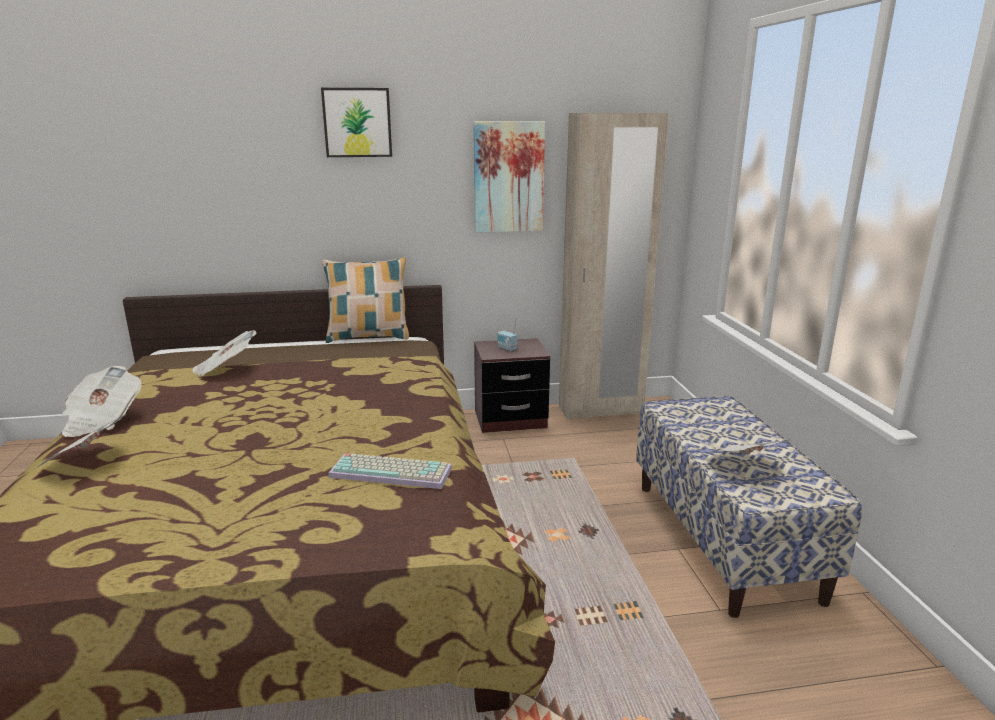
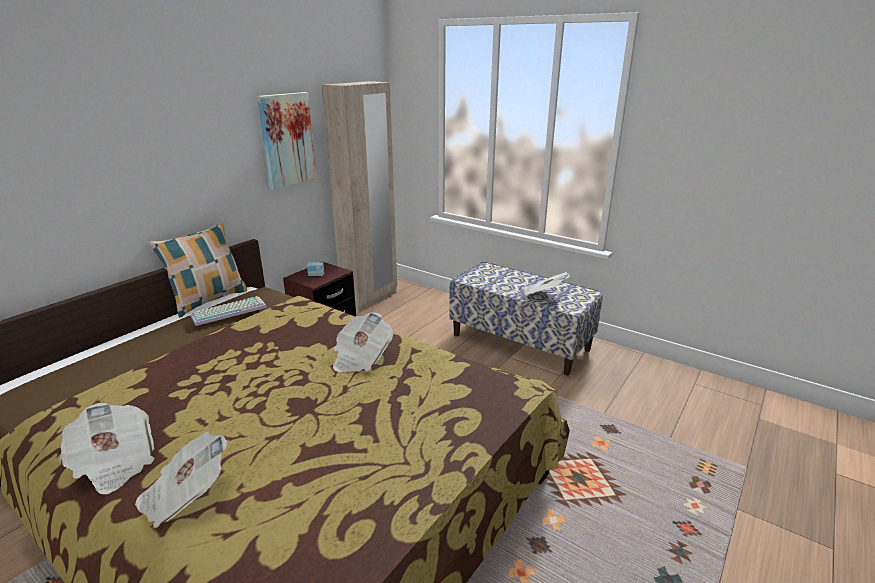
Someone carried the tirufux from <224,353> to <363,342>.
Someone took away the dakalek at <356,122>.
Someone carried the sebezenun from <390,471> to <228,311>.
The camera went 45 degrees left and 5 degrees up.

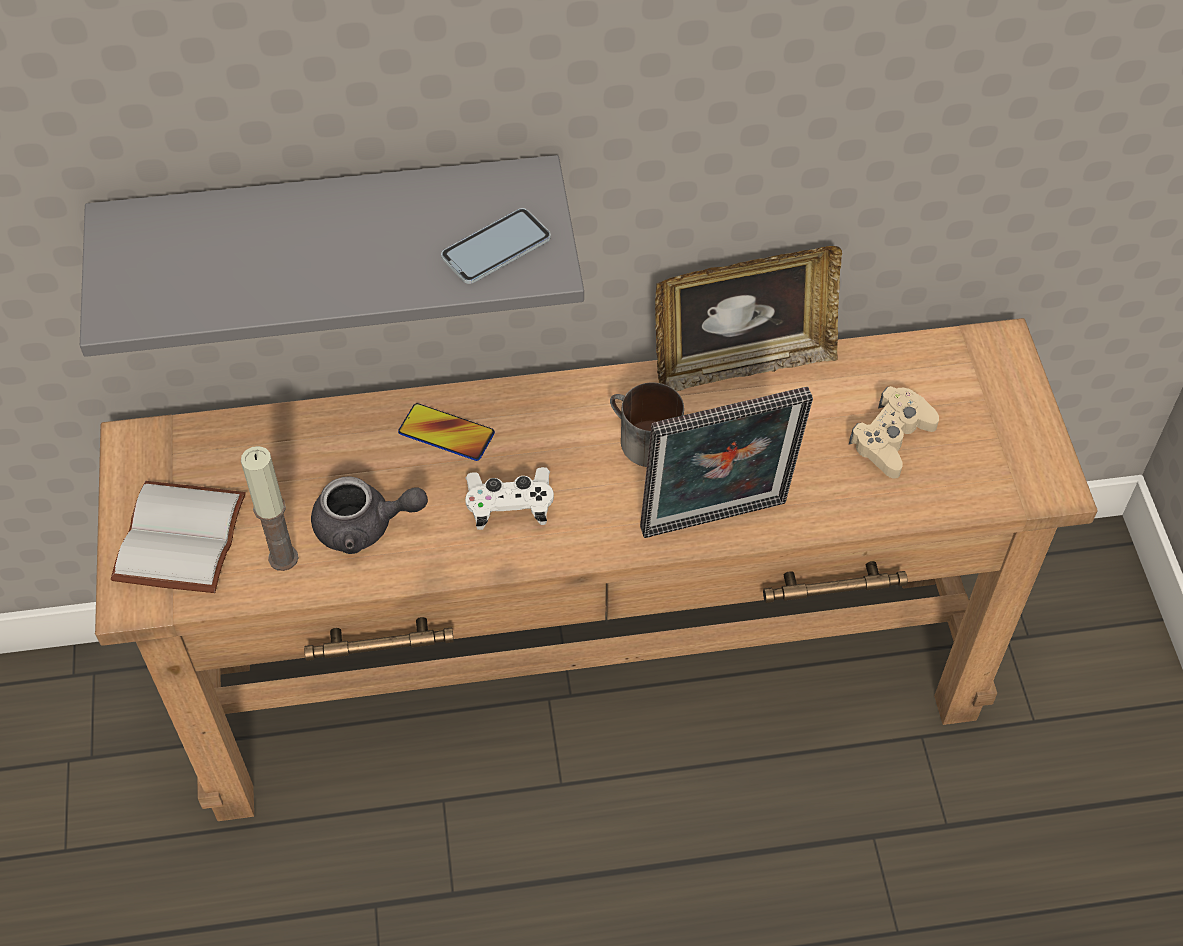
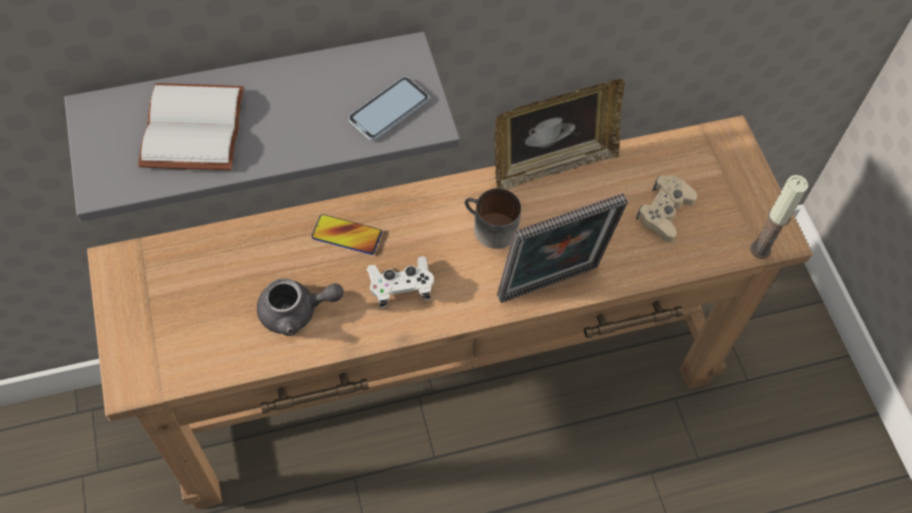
Someone carried the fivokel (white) from <178,537> to <191,126>.
Someone carried the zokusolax from <269,508> to <779,217>.
The camera went 10 degrees left and 5 degrees up.

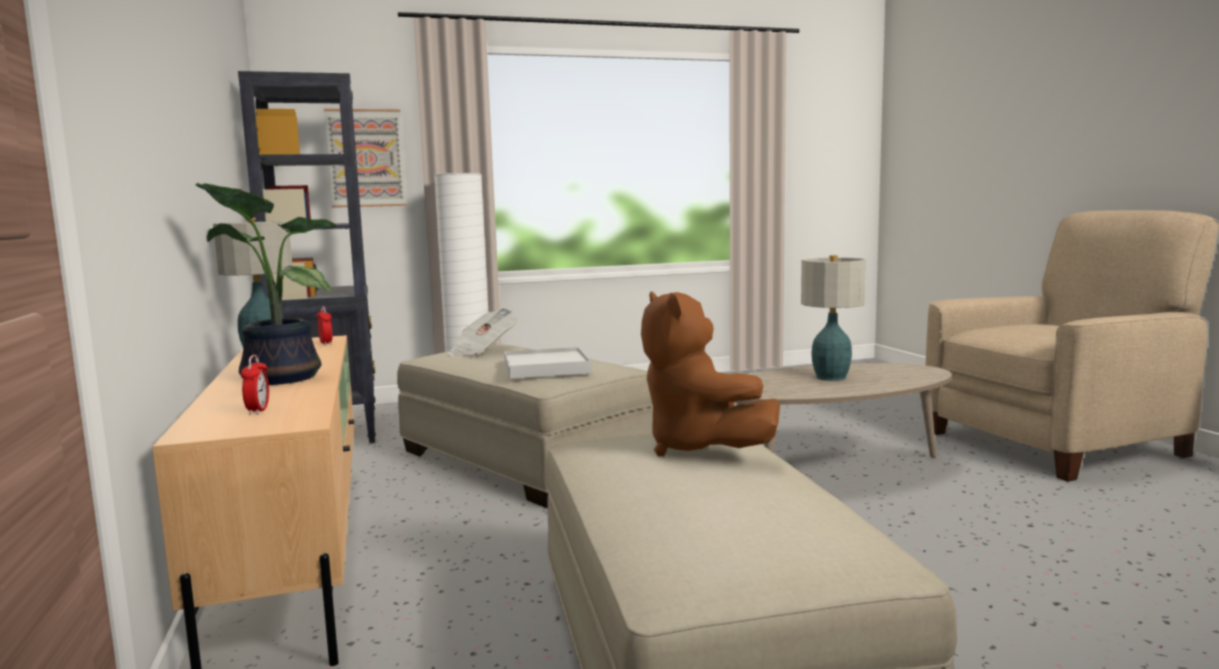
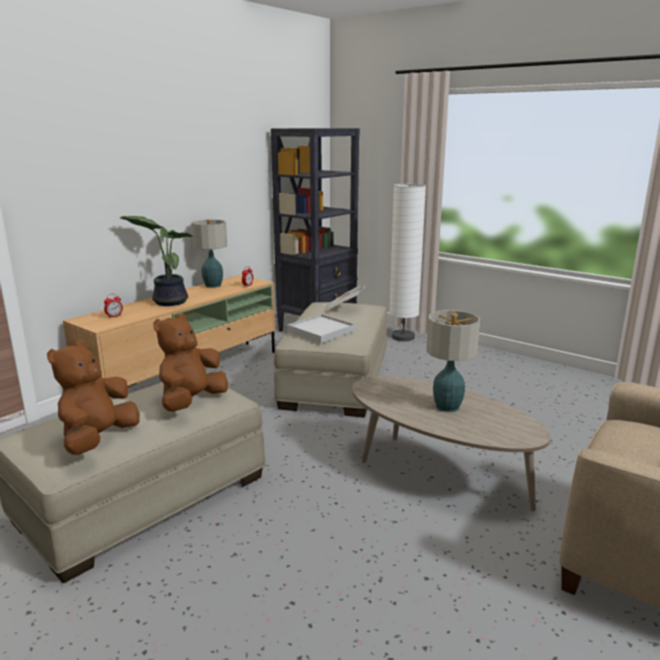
Someone took away the dakalek at <365,158>.
Someone put down the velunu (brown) at <93,397>.
The camera went 55 degrees right and 10 degrees up.

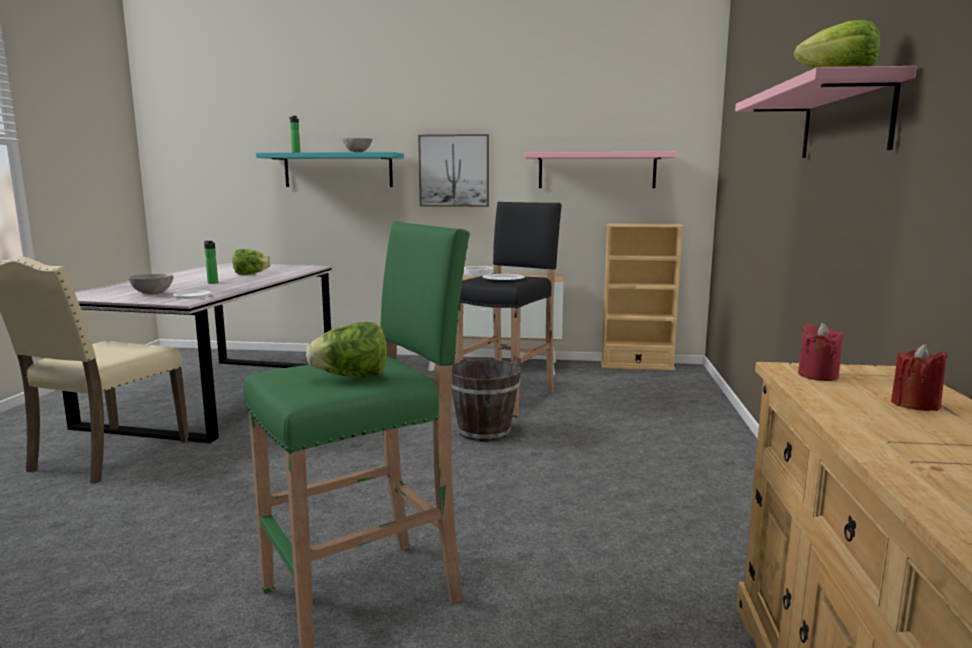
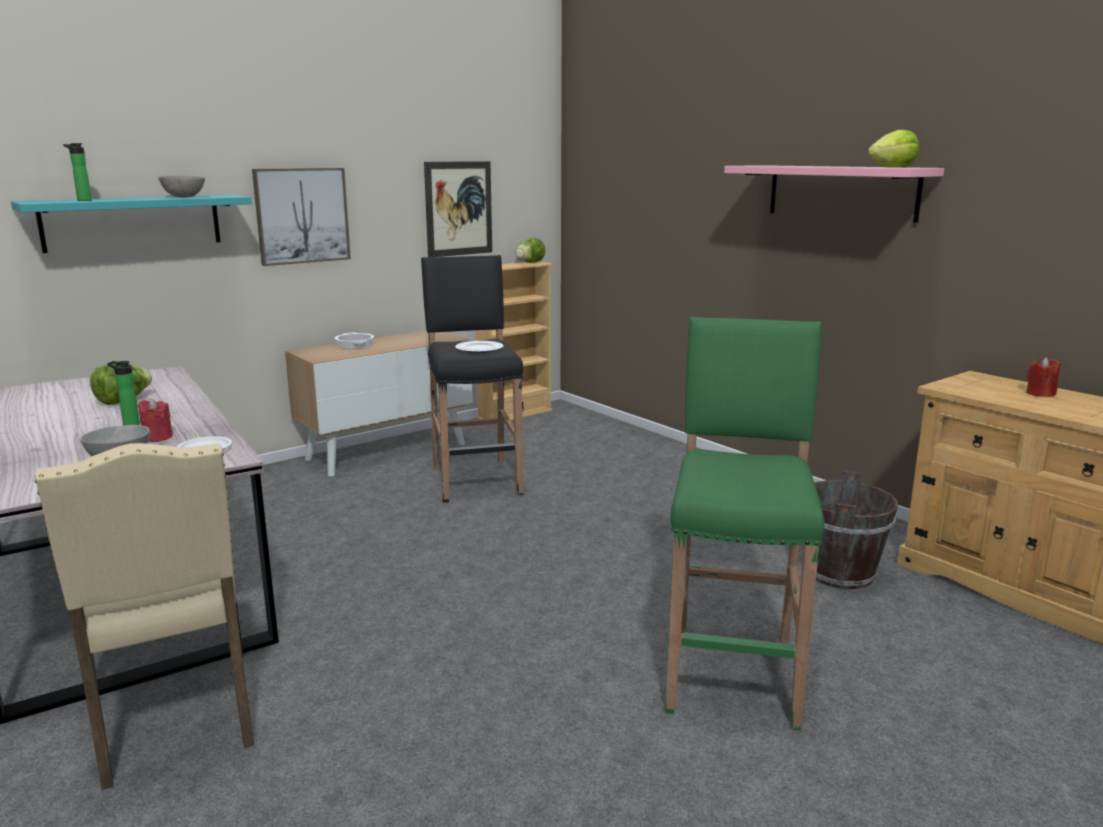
Someone carried the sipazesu from <346,350> to <530,250>.
Someone carried the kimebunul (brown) from <486,399> to <856,530>.
Someone swapped the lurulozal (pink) at <600,170> for the dakalek at <458,209>.
Someone carried the zokusolax (red) from <820,352> to <155,420>.
The camera went 45 degrees left and 5 degrees up.

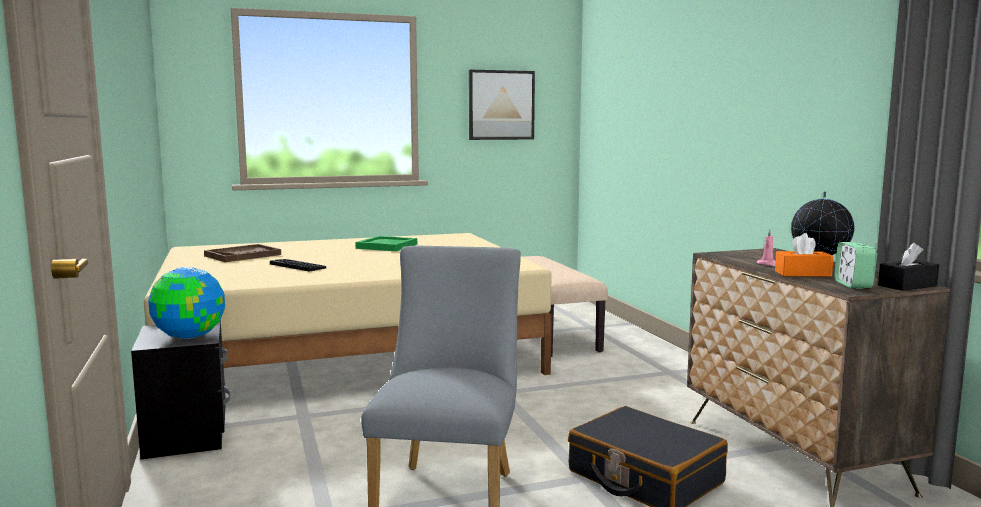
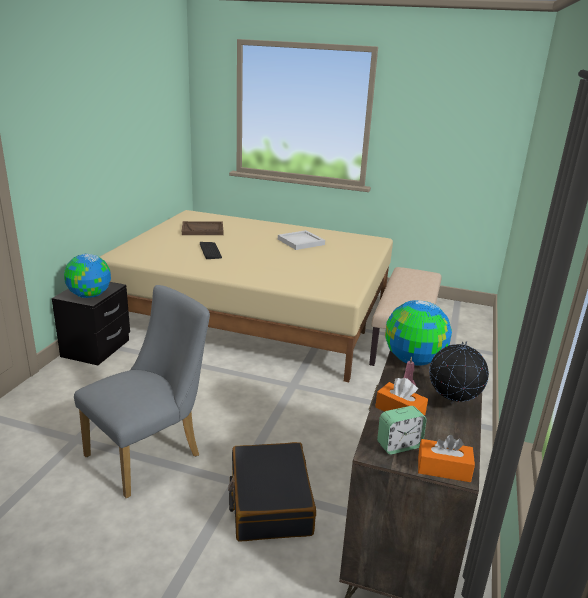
Someone repainted the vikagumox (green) at <386,243>, which became the vikagumox (white) at <301,240>.
Someone took away the dakalek at <502,105>.
Someone rotated the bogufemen at <855,265> by 150 degrees counterclockwise.
Someone repainted the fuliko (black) at <908,266>, which became the fuliko (orange) at <446,458>.
Someone put down the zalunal at <418,333>.
The camera went 35 degrees right and 15 degrees up.

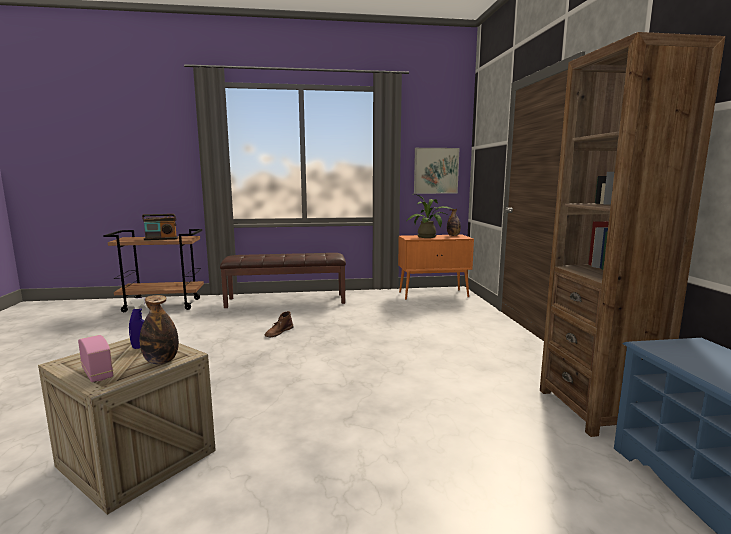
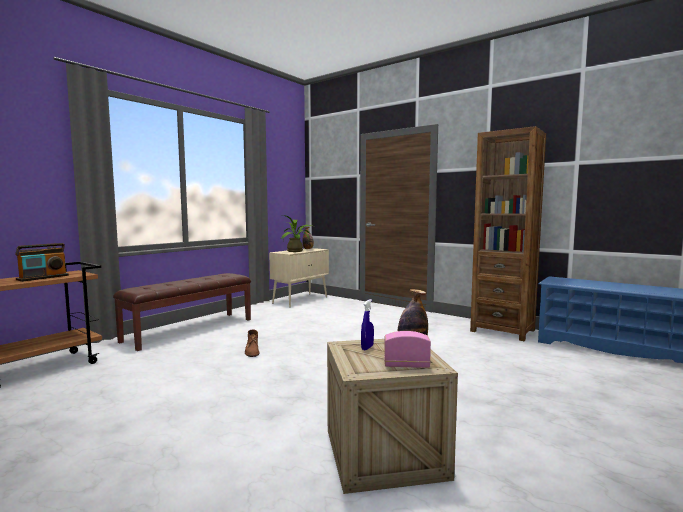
Someone repainted the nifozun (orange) at <436,267>, which became the nifozun (beige) at <299,277>.
Someone took away the dakalek at <437,171>.
The camera went 45 degrees left and 5 degrees down.

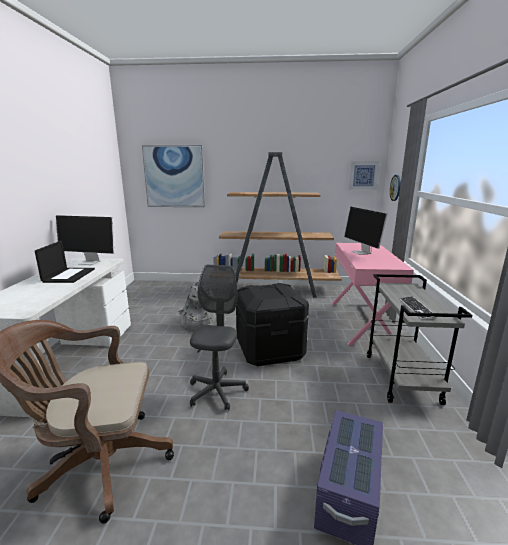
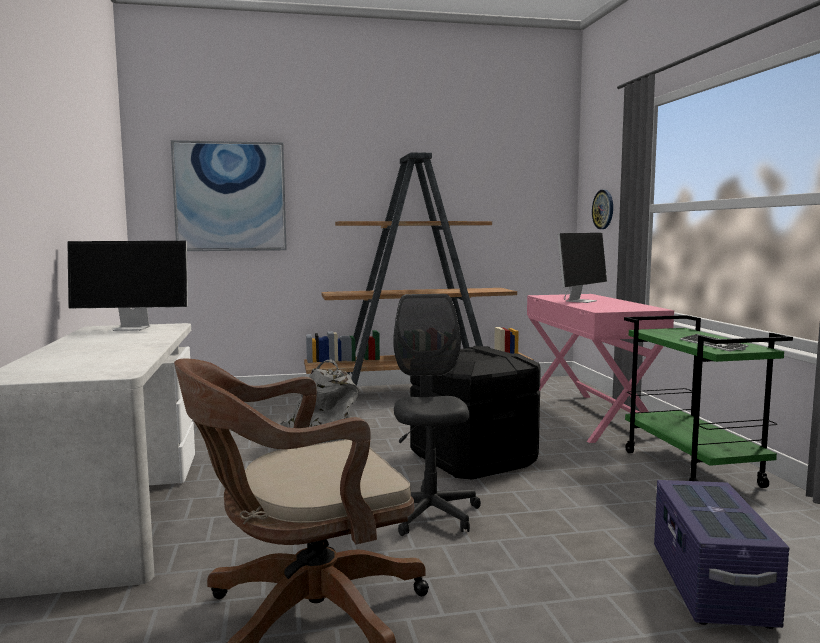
Someone took away the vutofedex at <65,262>.
Someone rotated the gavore at <366,231> by 105 degrees counterclockwise.
Someone took away the dakalek at <364,175>.
Someone repainted the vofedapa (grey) at <420,339>, which became the vofedapa (green) at <708,401>.
The camera went 15 degrees left and 10 degrees down.

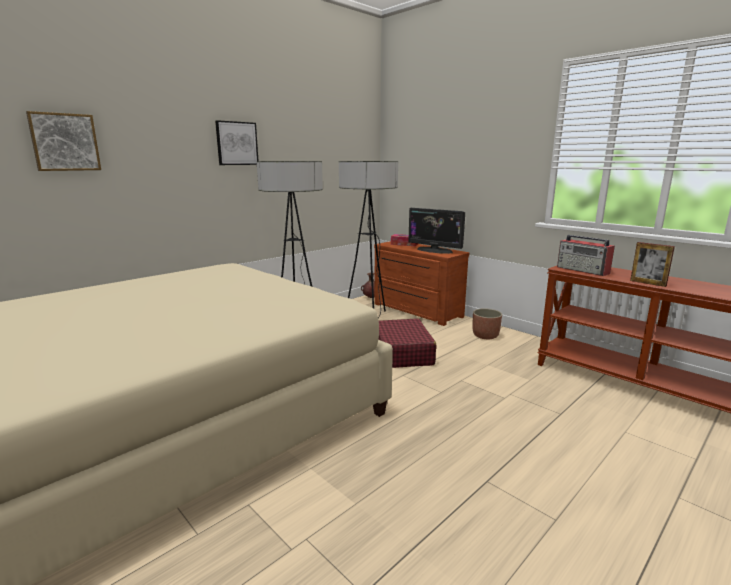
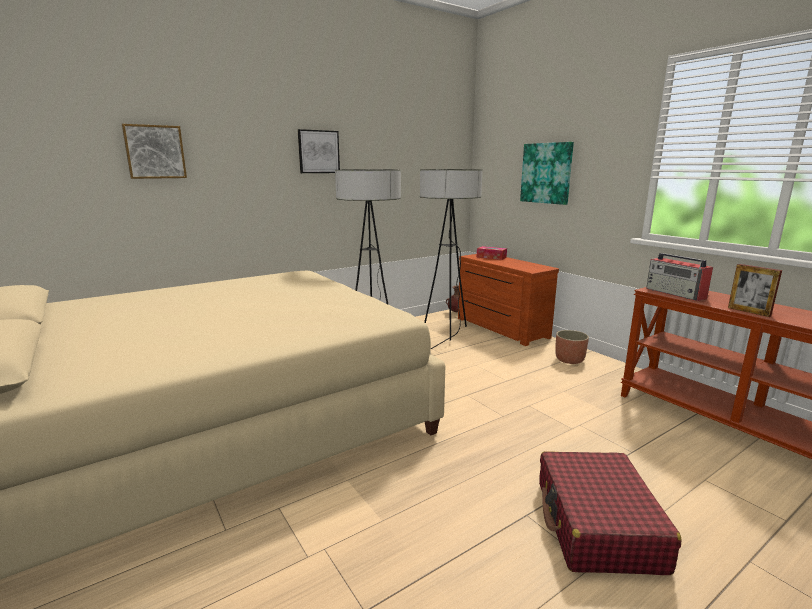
Someone carried the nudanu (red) from <407,343> to <610,513>.
Someone took away the gavore at <436,231>.
Someone put up the dakalek at <547,173>.
The camera went 10 degrees right and 0 degrees up.

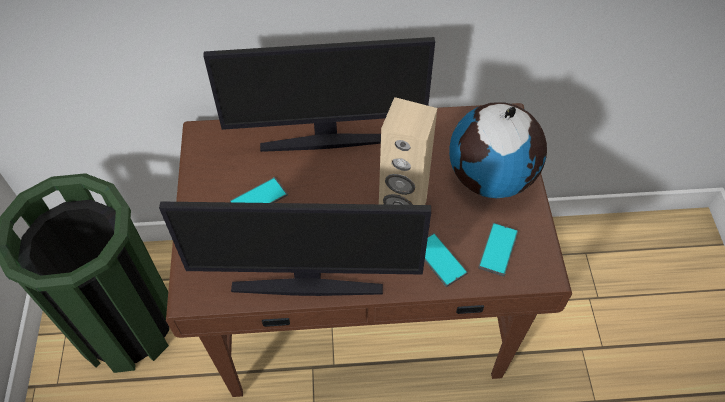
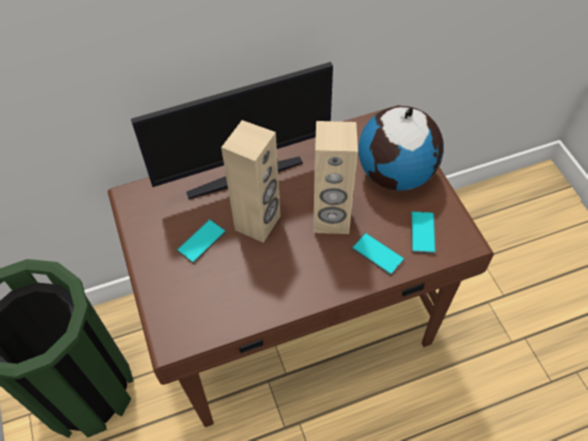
Someone took away the gavore at <295,249>.
Someone put down the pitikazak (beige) at <250,181>.
The camera went 15 degrees left and 0 degrees up.

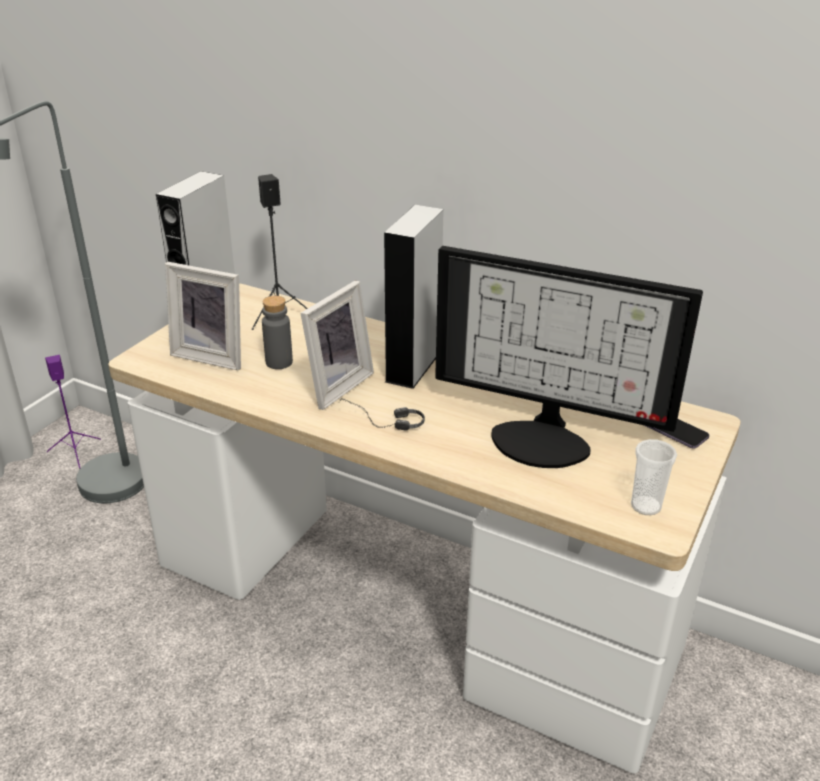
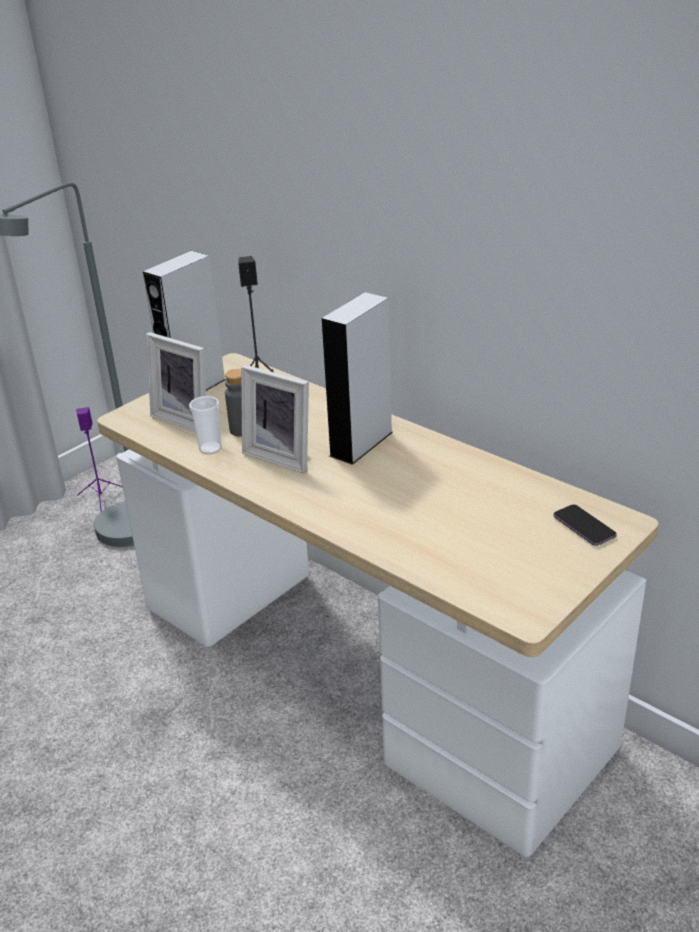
Someone rotated the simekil at <337,345> by 75 degrees clockwise.
Someone took away the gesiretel at <382,414>.
Someone took away the gavore at <569,357>.
Someone carried the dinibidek from <654,477> to <205,425>.
The camera went 15 degrees right and 0 degrees up.

